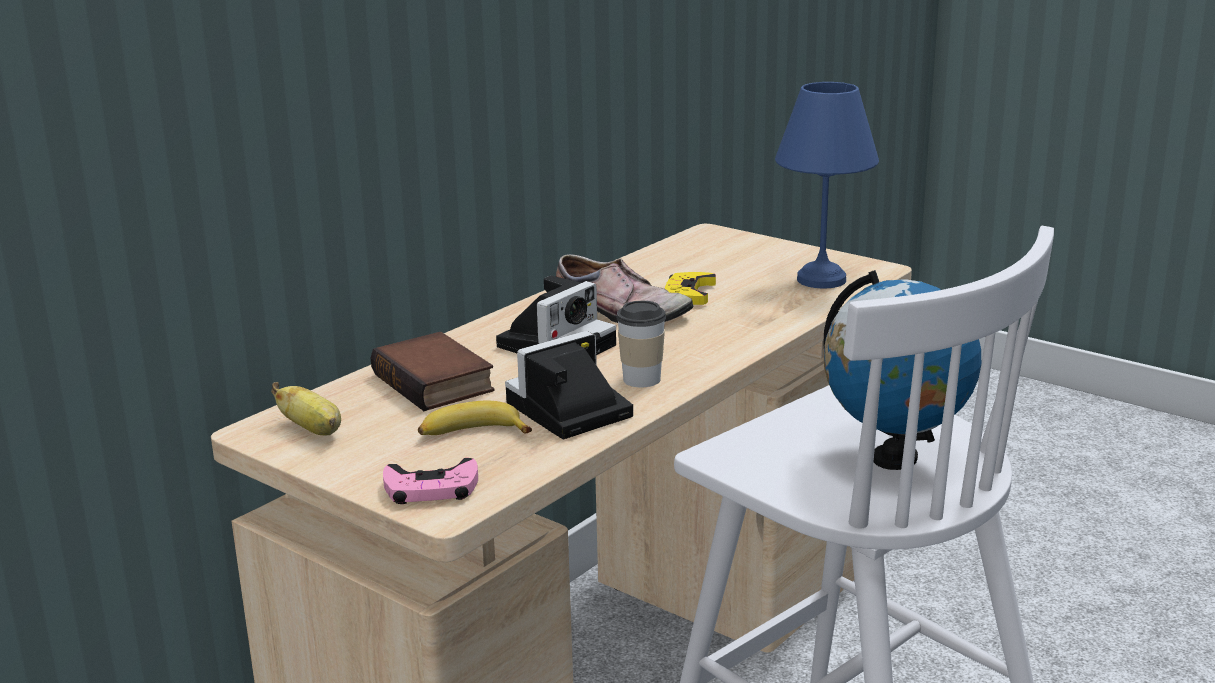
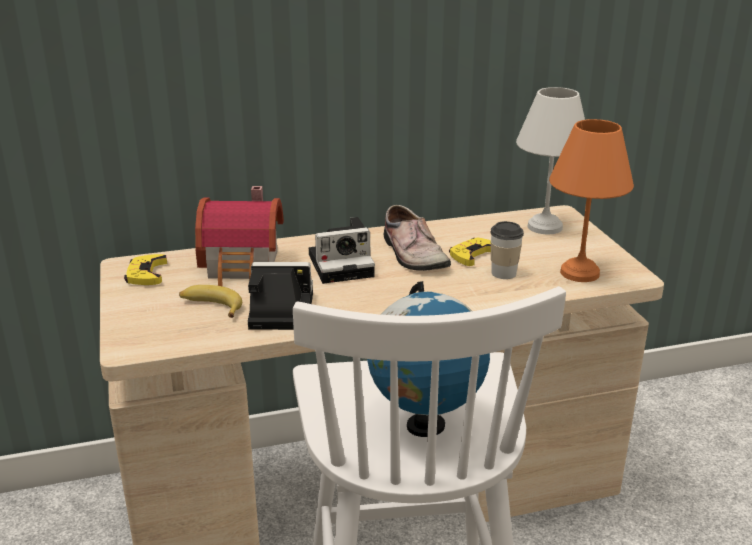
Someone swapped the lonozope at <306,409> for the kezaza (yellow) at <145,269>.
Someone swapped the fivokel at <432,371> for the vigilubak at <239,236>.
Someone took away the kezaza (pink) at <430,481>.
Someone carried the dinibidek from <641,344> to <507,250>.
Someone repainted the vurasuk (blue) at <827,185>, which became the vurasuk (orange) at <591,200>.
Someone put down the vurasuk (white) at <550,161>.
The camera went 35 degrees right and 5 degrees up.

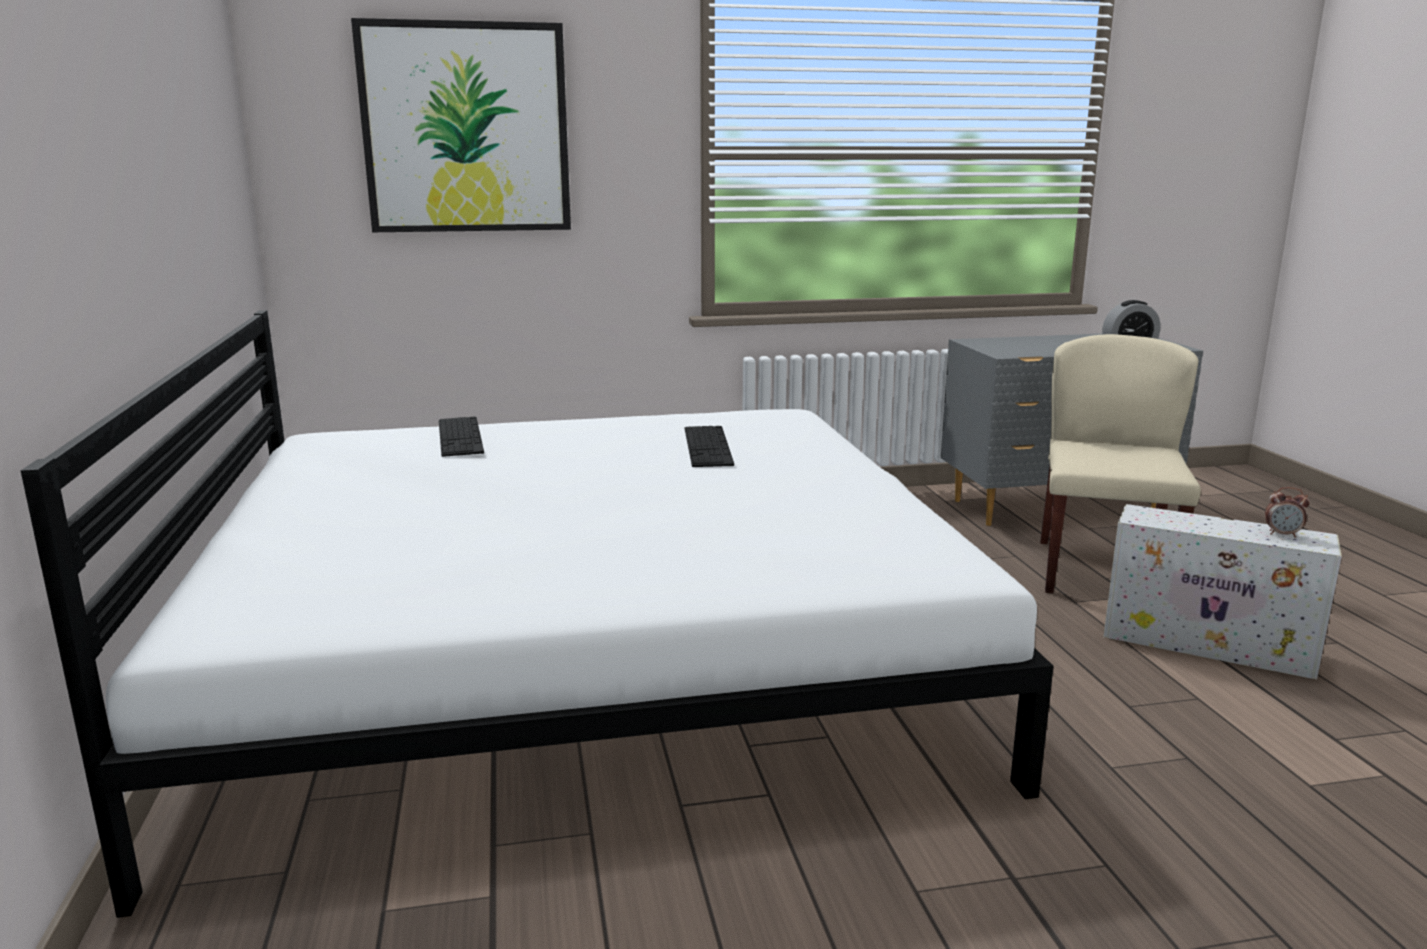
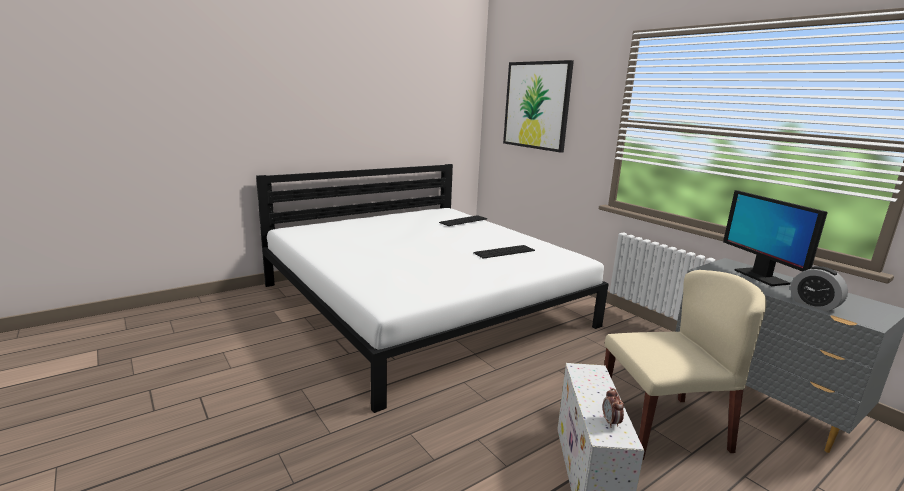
Someone put down the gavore at <775,238>.
The camera went 65 degrees right and 0 degrees up.

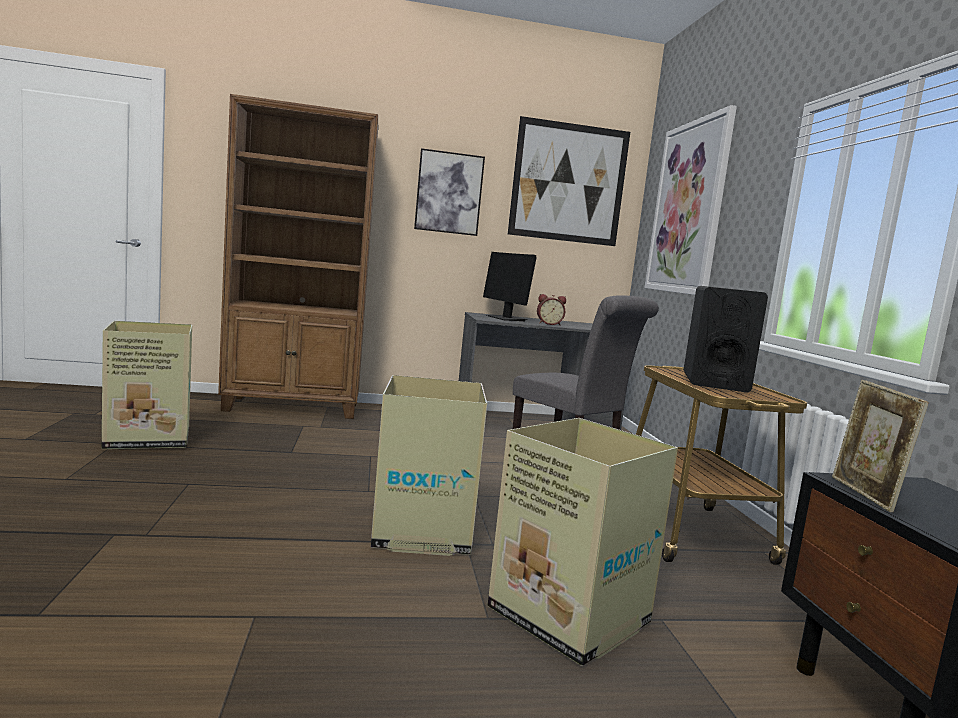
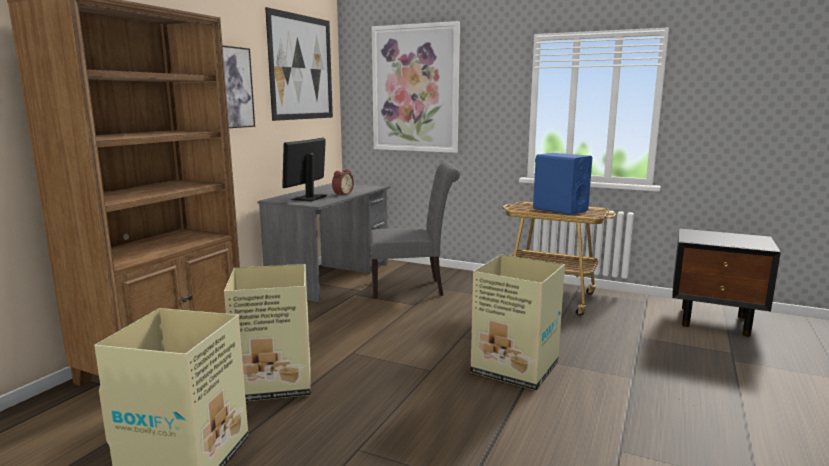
Someone rotated the gavore at <510,286> by 105 degrees clockwise.
Someone carried the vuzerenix from <583,542> to <267,332>.
Someone repainted the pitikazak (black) at <725,339>, which became the pitikazak (blue) at <562,184>.
Someone took away the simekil at <880,446>.
The camera went 55 degrees left and 5 degrees up.

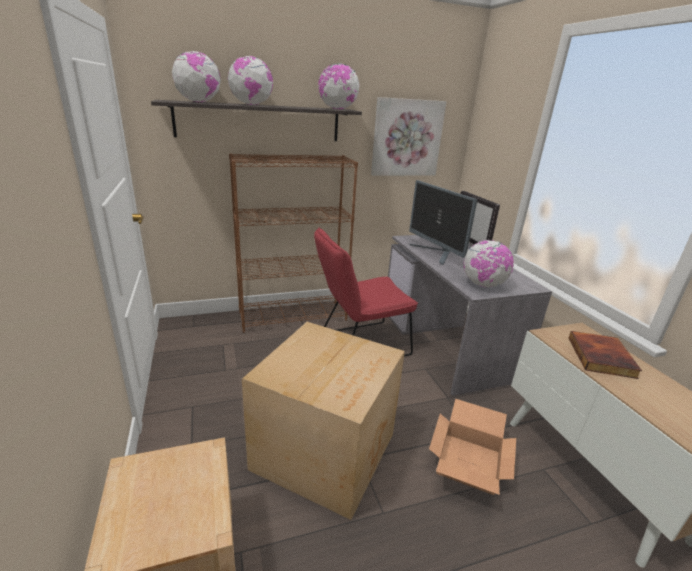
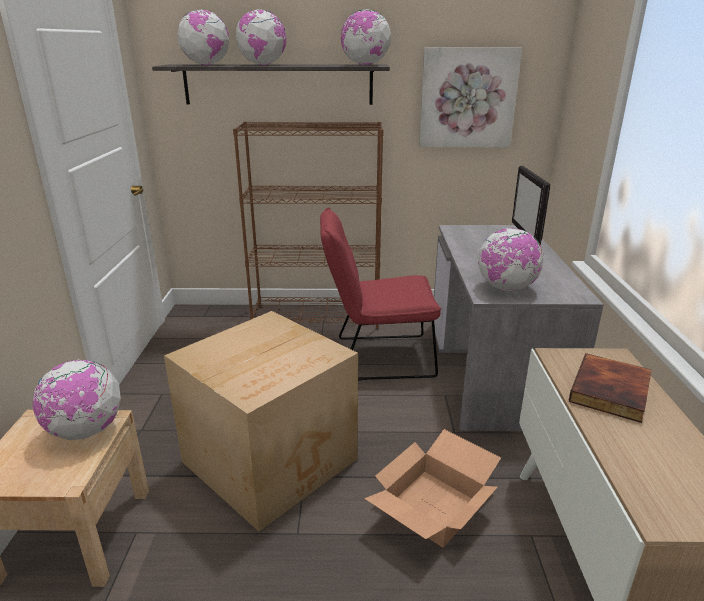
Someone took away the gavore at <443,222>.
Someone put down the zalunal at <77,400>.
The camera went 20 degrees right and 0 degrees up.

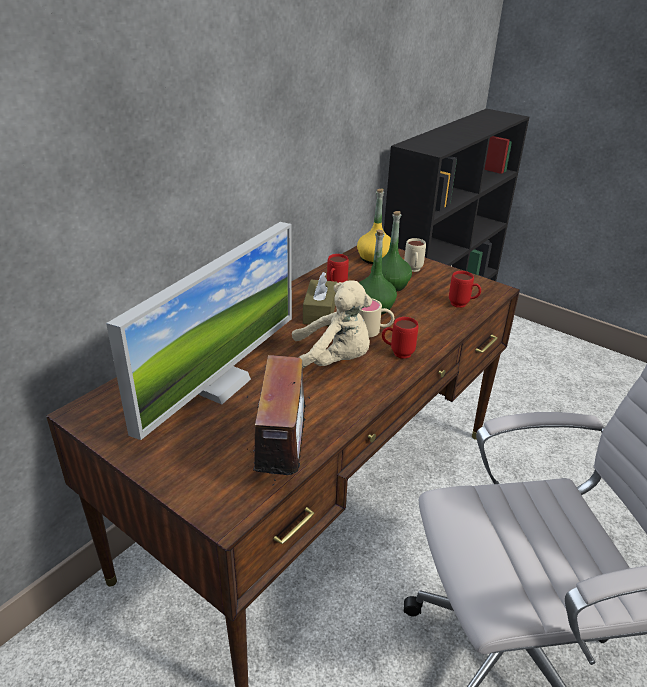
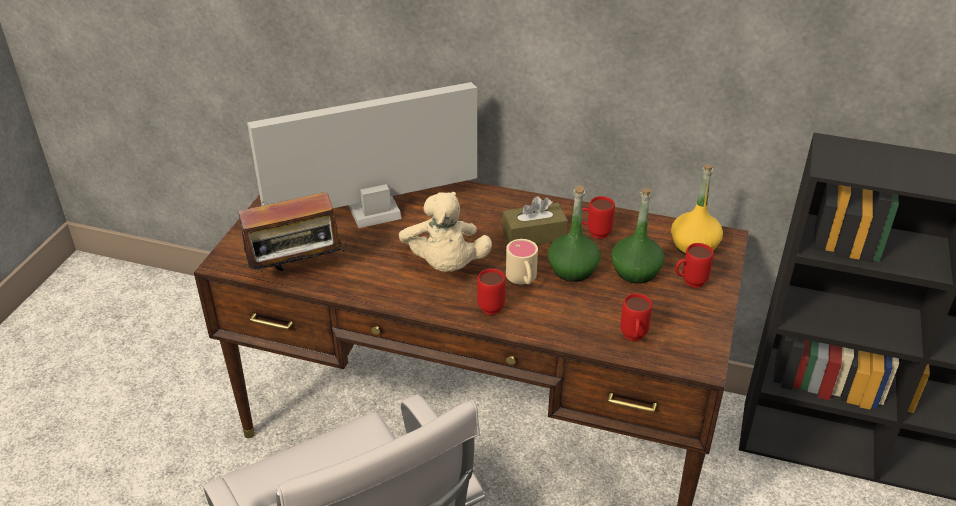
Someone rotated the gavore at <199,331> by 150 degrees clockwise.
Someone repainted the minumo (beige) at <415,255>, which became the minumo (red) at <694,265>.
The camera went 70 degrees right and 5 degrees up.

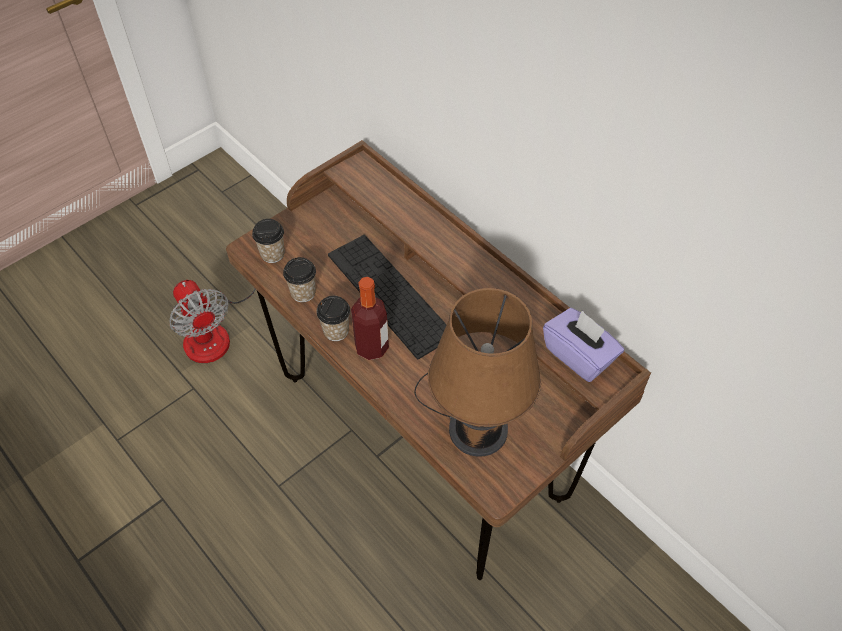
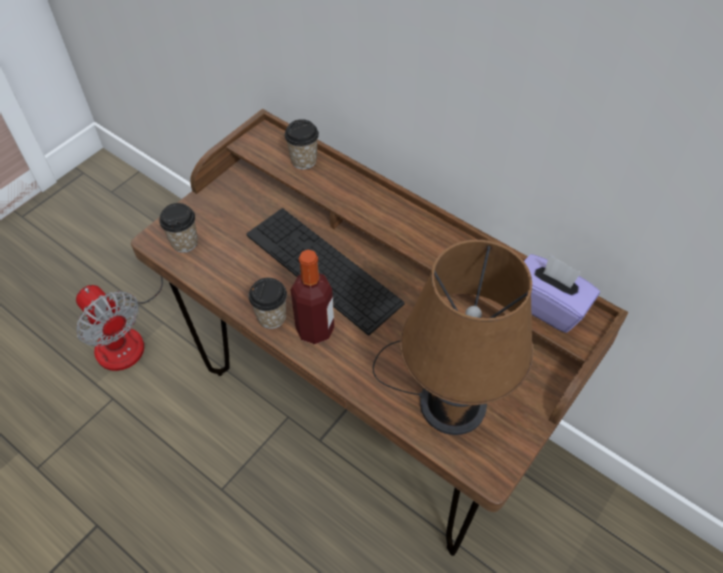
Someone carried the dinibidek from <299,279> to <301,144>.
The camera went 10 degrees left and 0 degrees up.

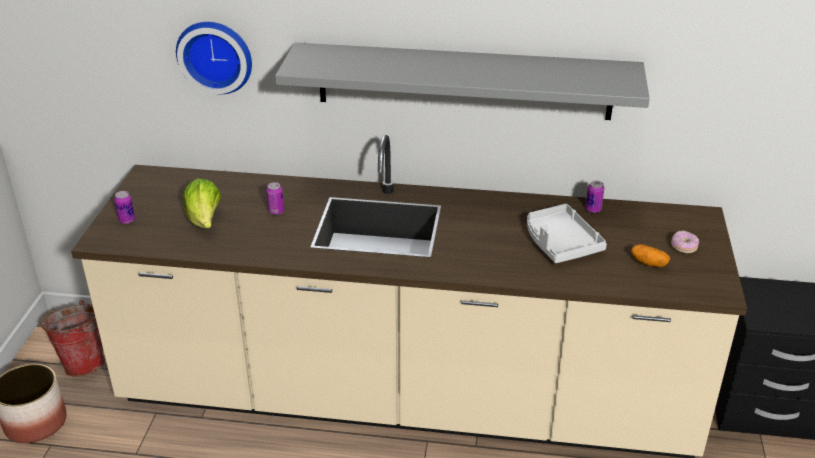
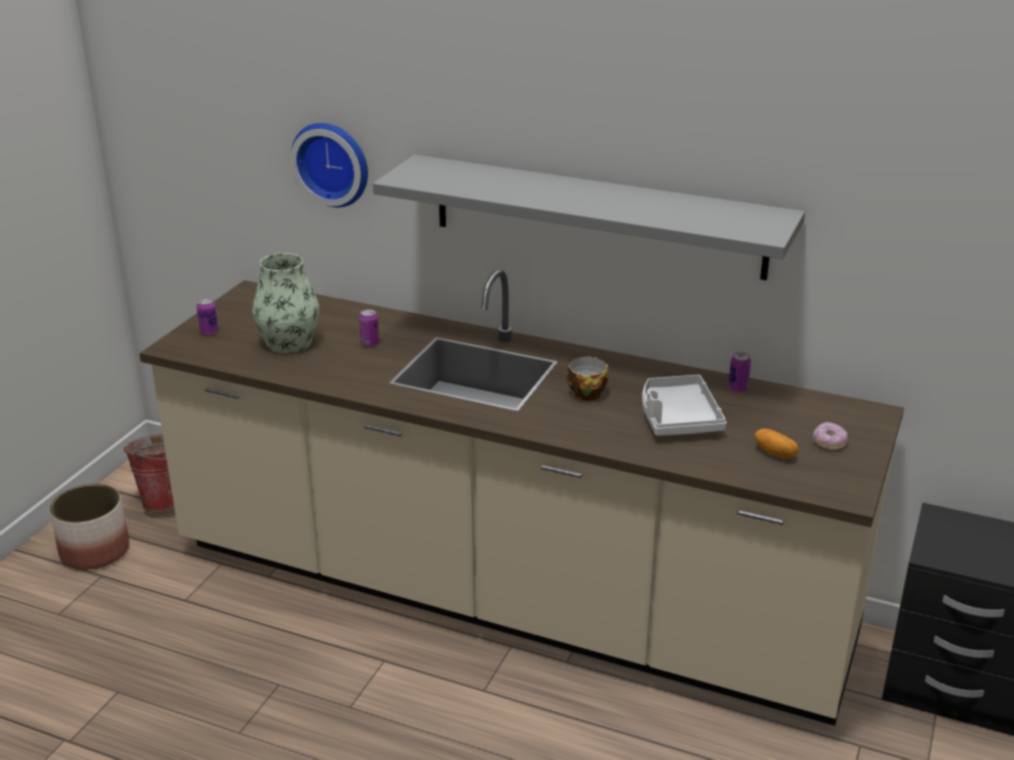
Someone swapped the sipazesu at <202,203> for the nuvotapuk at <285,303>.
Someone put down the dinibidek at <587,379>.
The camera went 15 degrees right and 5 degrees down.

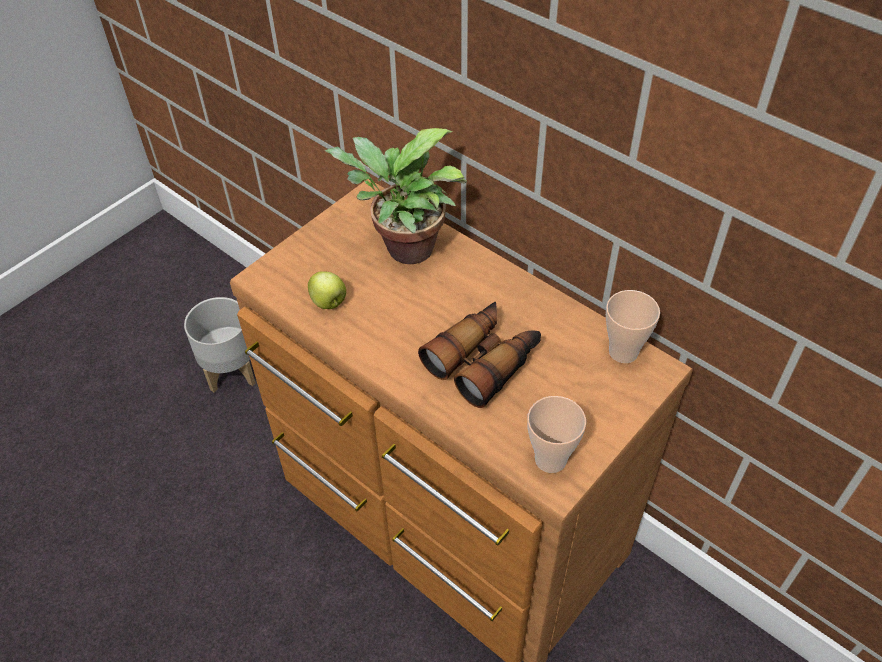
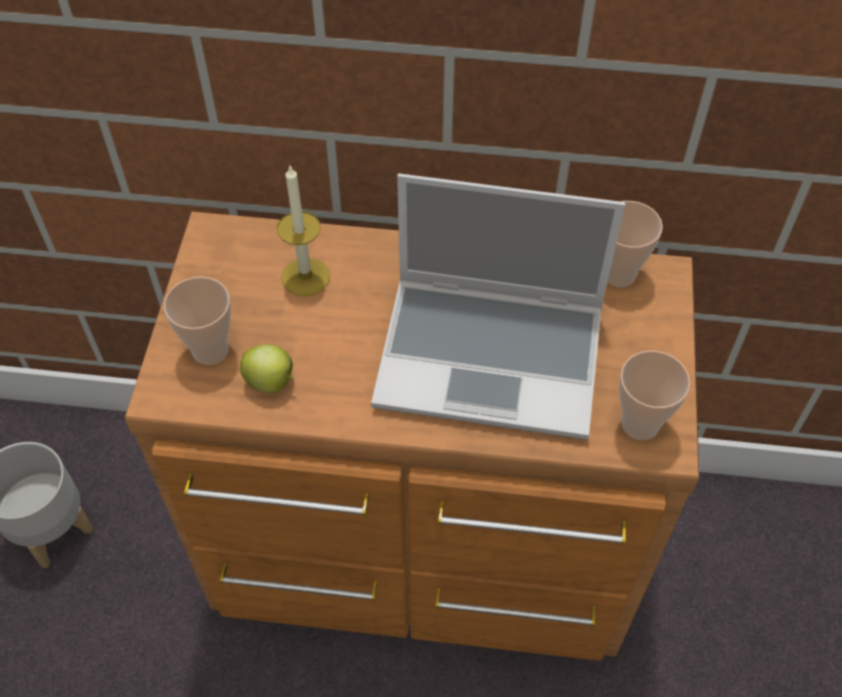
Someone swapped the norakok at <396,196> for the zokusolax at <303,230>.
Someone swapped the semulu at <479,355> for the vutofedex at <498,307>.
Someone put down the dinibidek at <197,321>.
The camera went 35 degrees left and 5 degrees up.

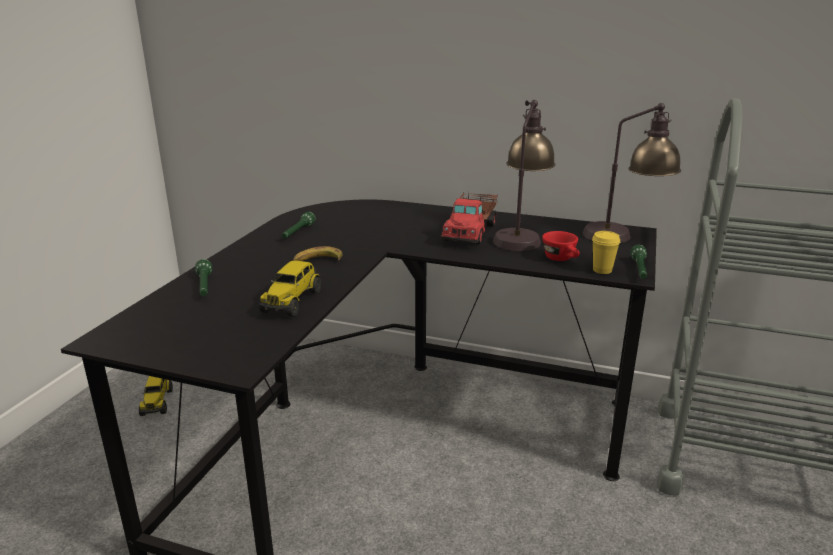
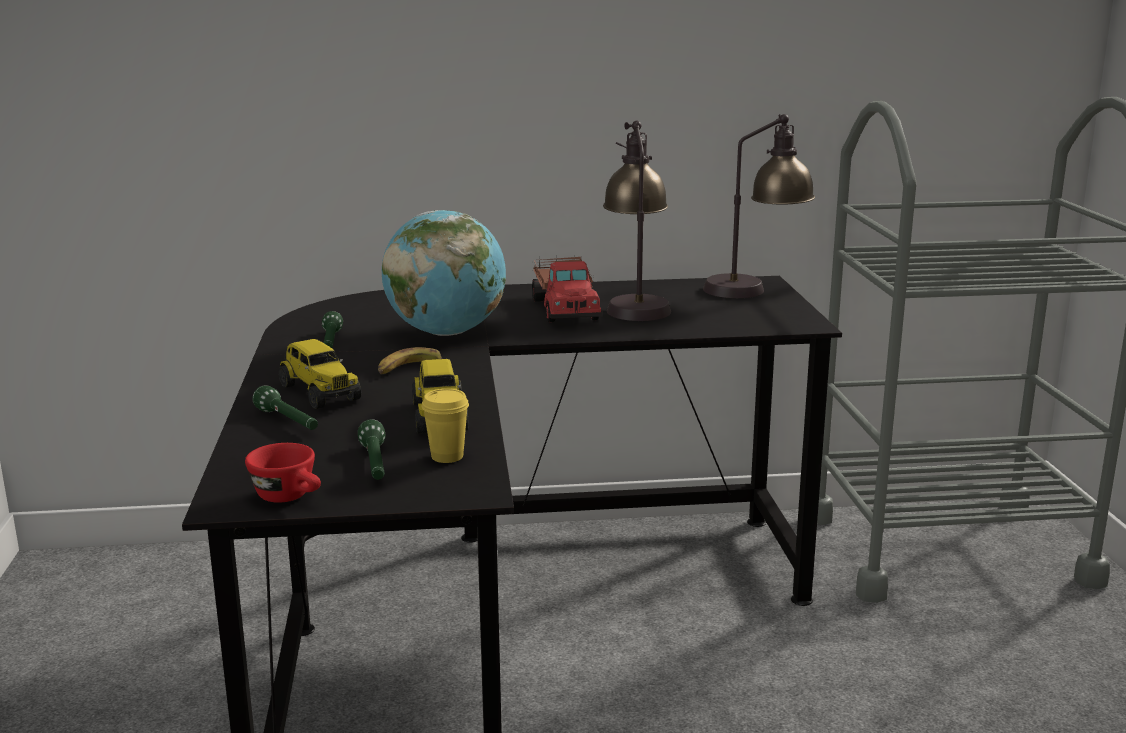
Someone carried the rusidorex from <156,396> to <320,374>.
Someone carried the dinibidek (red) from <561,246> to <283,473>.
Someone carried the dinibidek (yellow) from <606,252> to <445,426>.
Someone carried the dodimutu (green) from <638,262> to <372,449>.
Someone put down the zalunal at <444,273>.
The camera went 25 degrees left and 5 degrees down.

